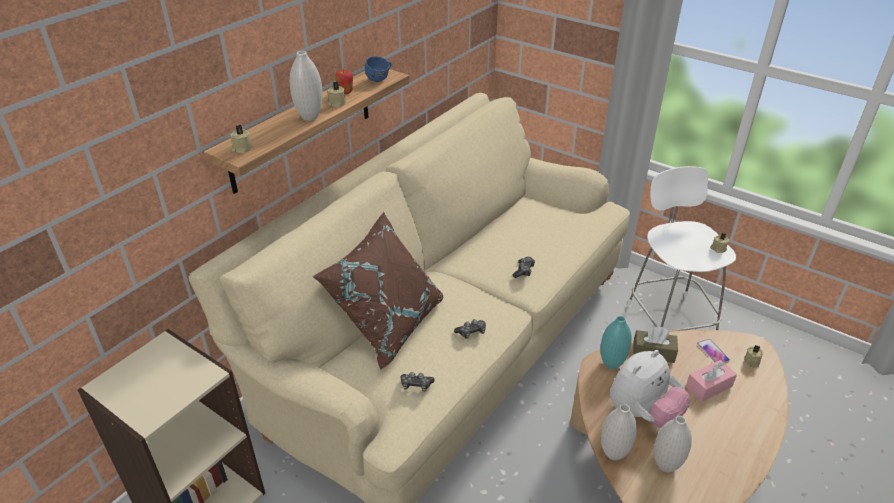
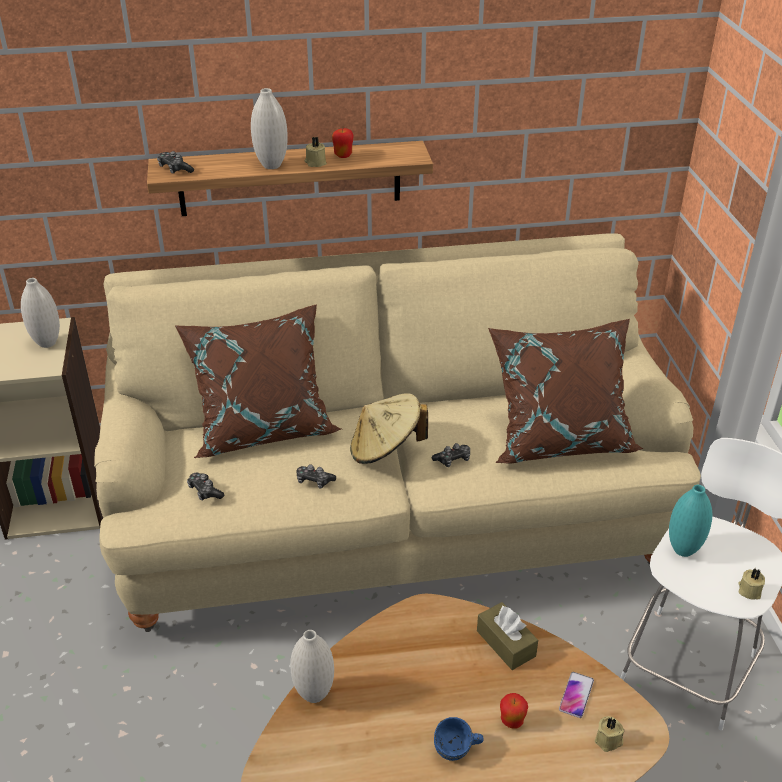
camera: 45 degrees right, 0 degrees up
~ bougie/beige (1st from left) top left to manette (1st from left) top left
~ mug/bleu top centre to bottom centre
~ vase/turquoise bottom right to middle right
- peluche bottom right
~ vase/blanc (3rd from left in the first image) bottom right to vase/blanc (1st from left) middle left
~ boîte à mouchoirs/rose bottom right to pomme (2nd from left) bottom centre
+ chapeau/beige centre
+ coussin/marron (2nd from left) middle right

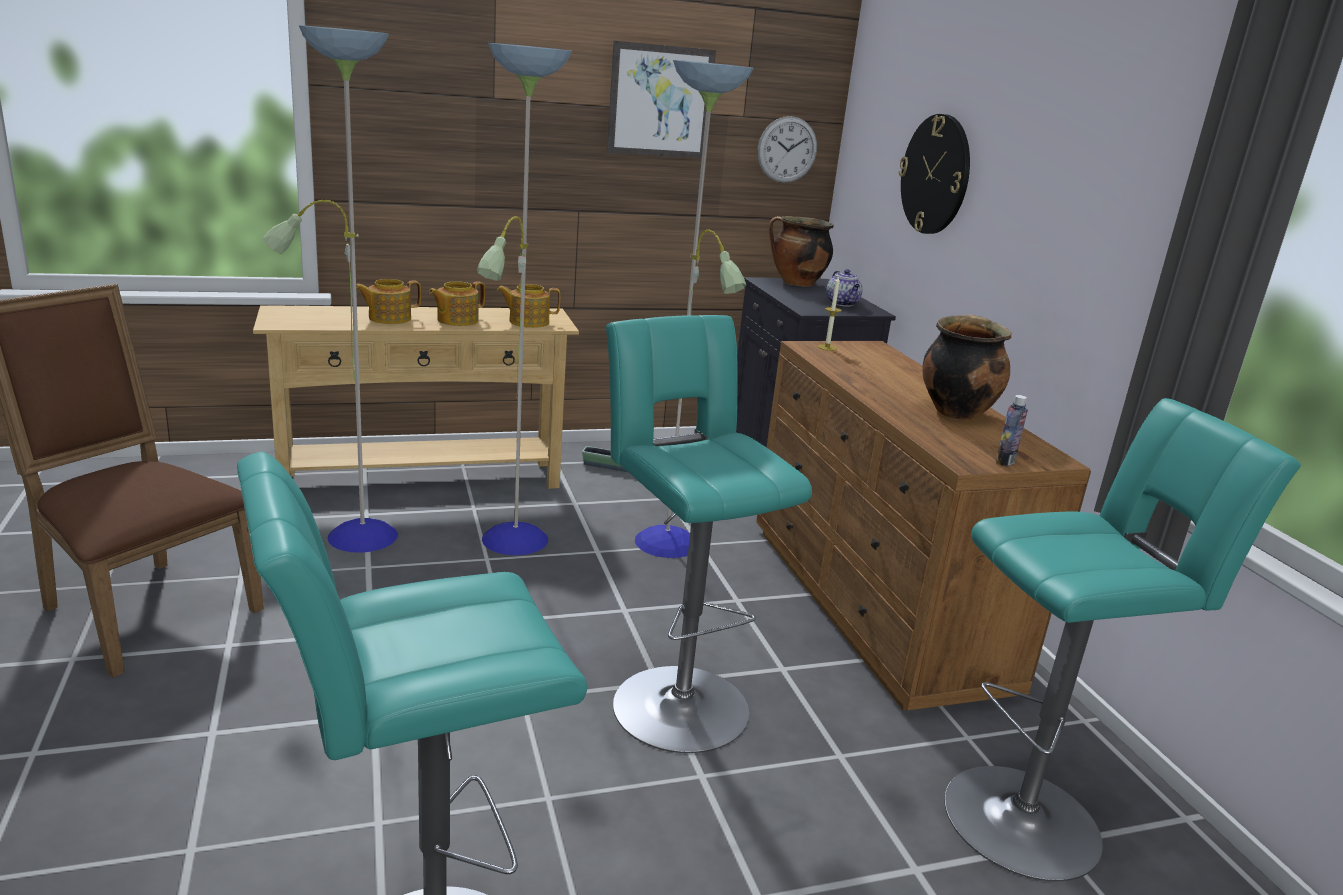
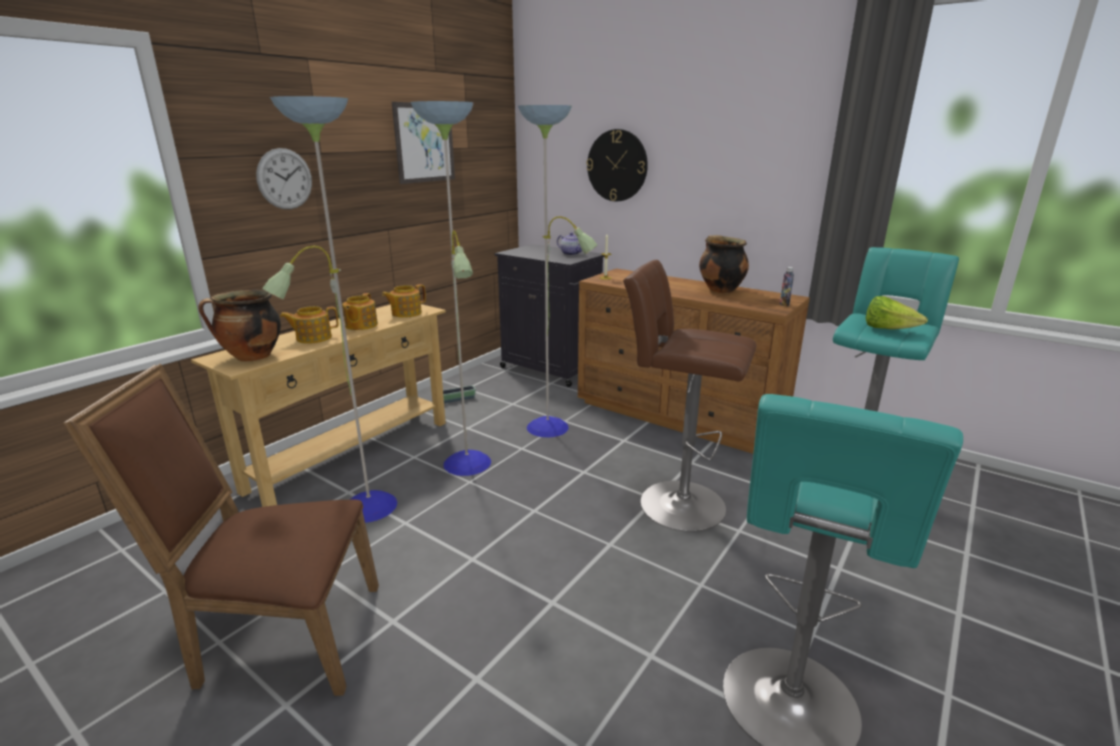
camera: 35 degrees left, 0 degrees up
~ théière (1st from left) middle left = middle left 45 degrees clockwise
~ tabouret/turquoise (2nd from left) centre to tabouret/marron centre
~ horloge murale (1st from left) top centre to top left
~ marmite (1st from left) top centre to middle left
+ laitue middle right

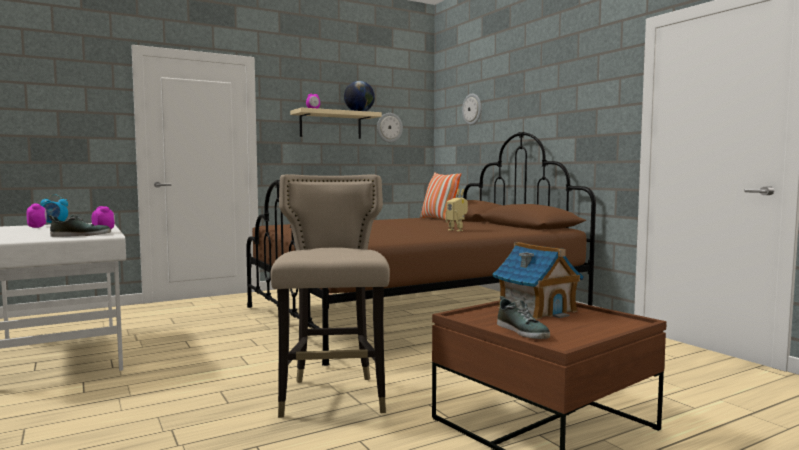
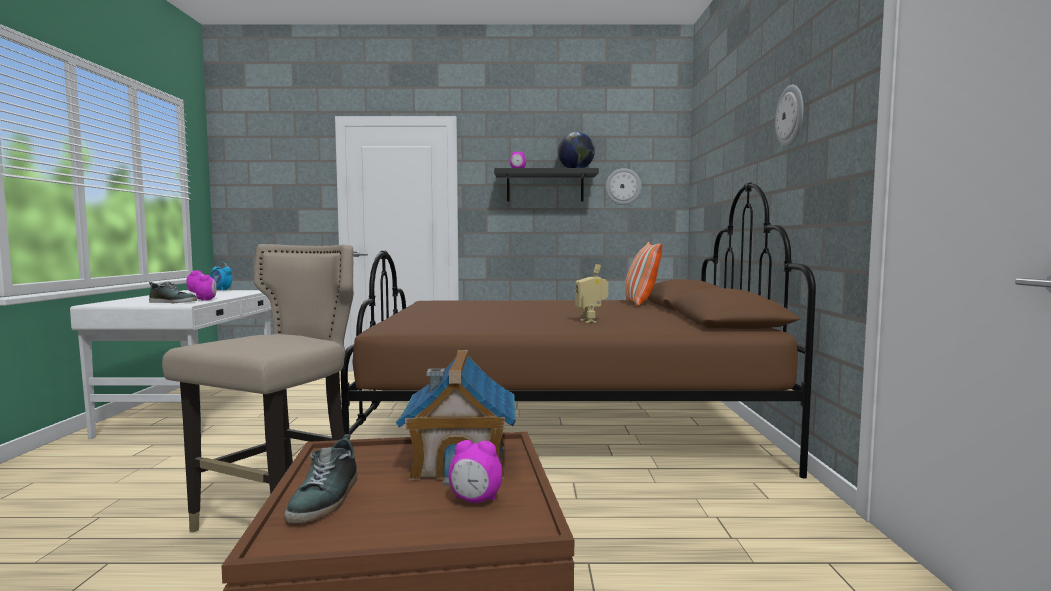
camera: 30 degrees right, 0 degrees up
~ étagère/beige top centre to étagère/noir top centre
~ horloge murale (2nd from left) top centre to top right
+ réveil (4th from left) bottom centre

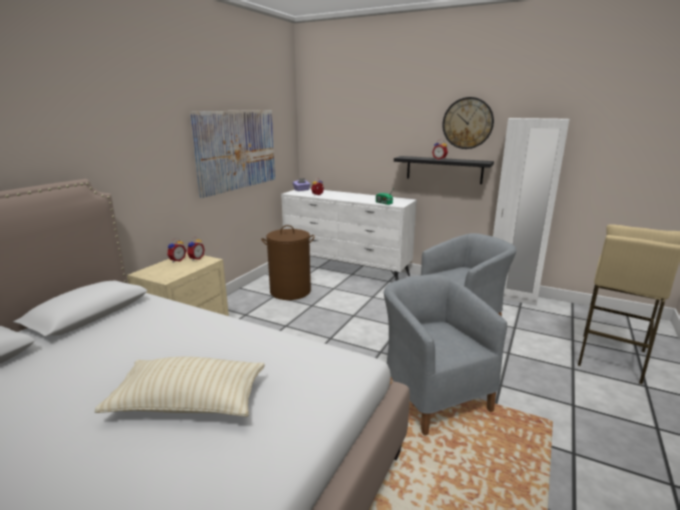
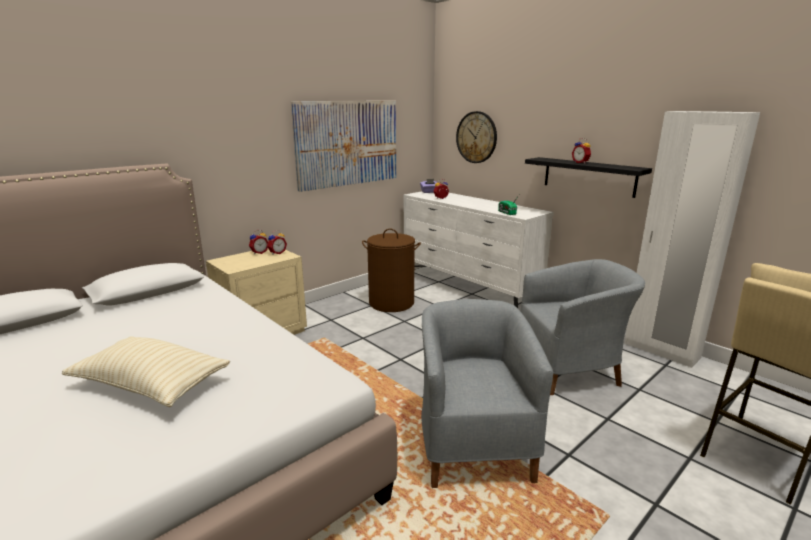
camera: 20 degrees right, 0 degrees up
~ horloge murale top right to top centre

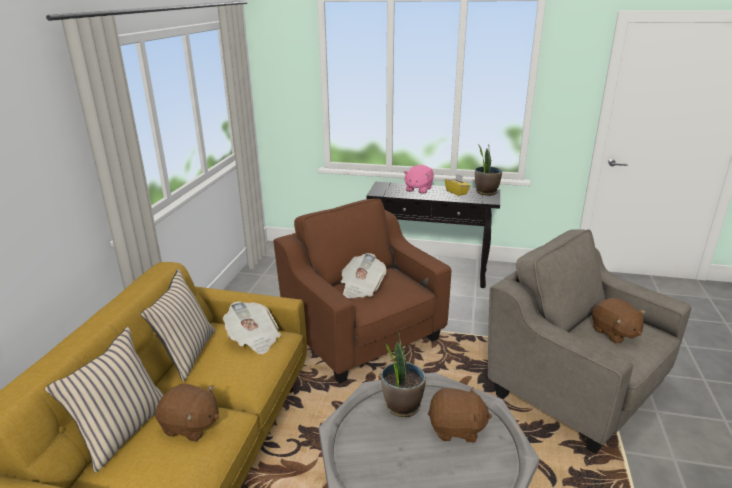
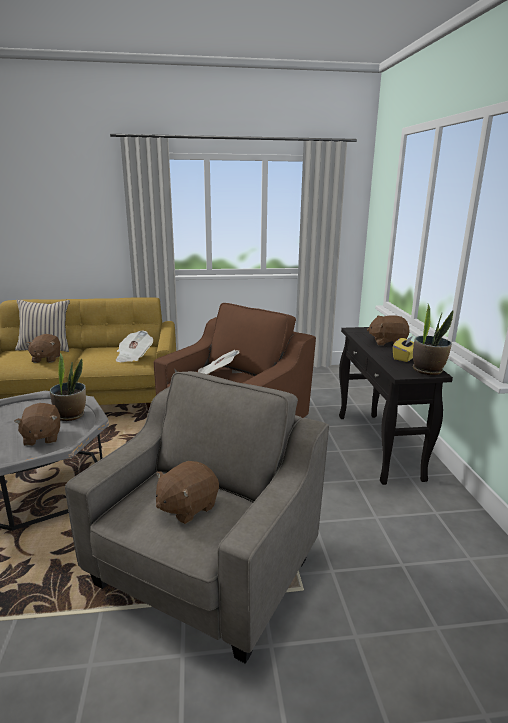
camera: 70 degrees right, 5 degrees down
- coussin/beige (2nd from left) middle left
~ peluche/rose centre to peluche/marron (4th from left) middle right

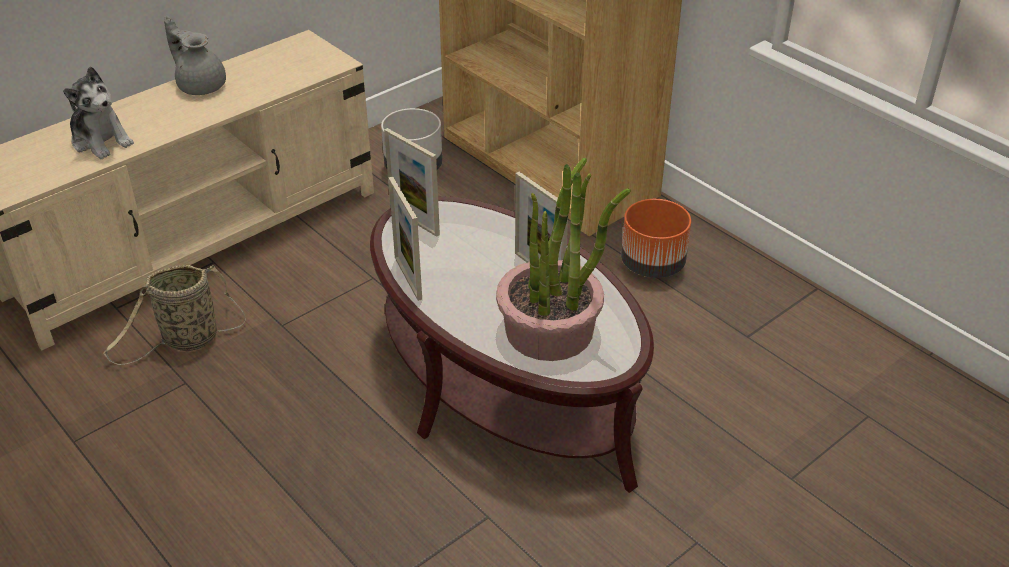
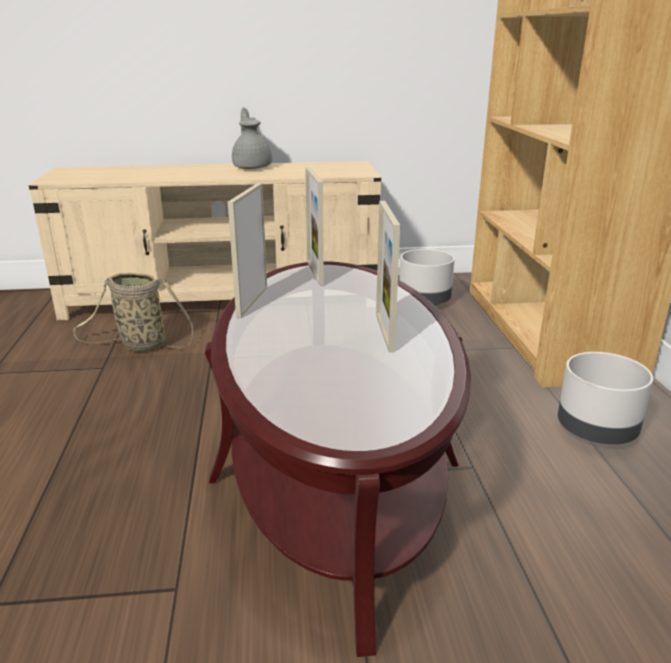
camera: 35 degrees right, 15 degrees down
- peluche top left
- plante en pot centre
~ cache-pot/orange centre to cache-pot/gris (2nd from left) middle right

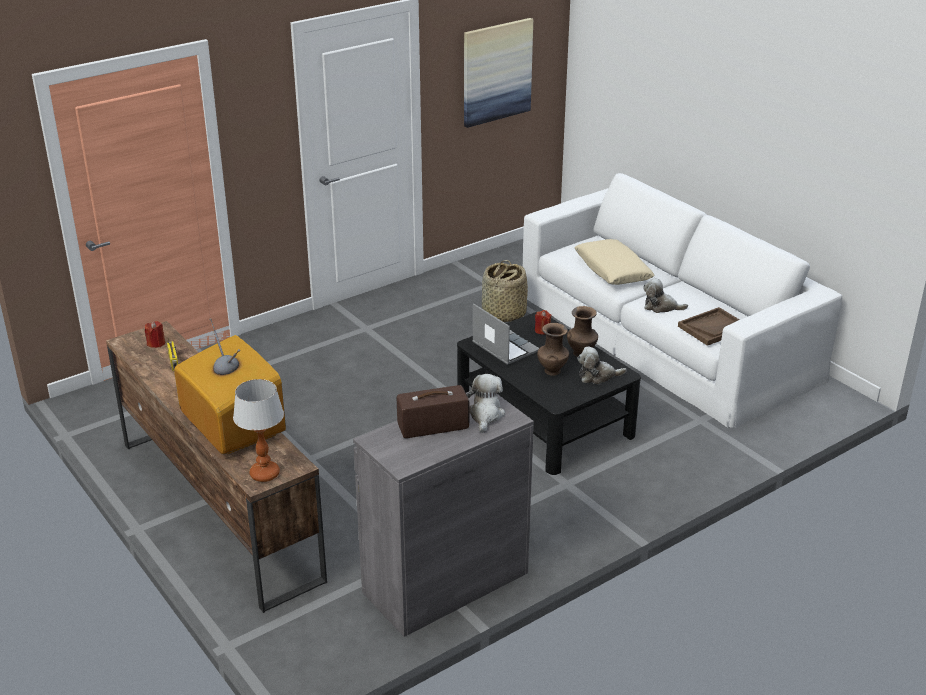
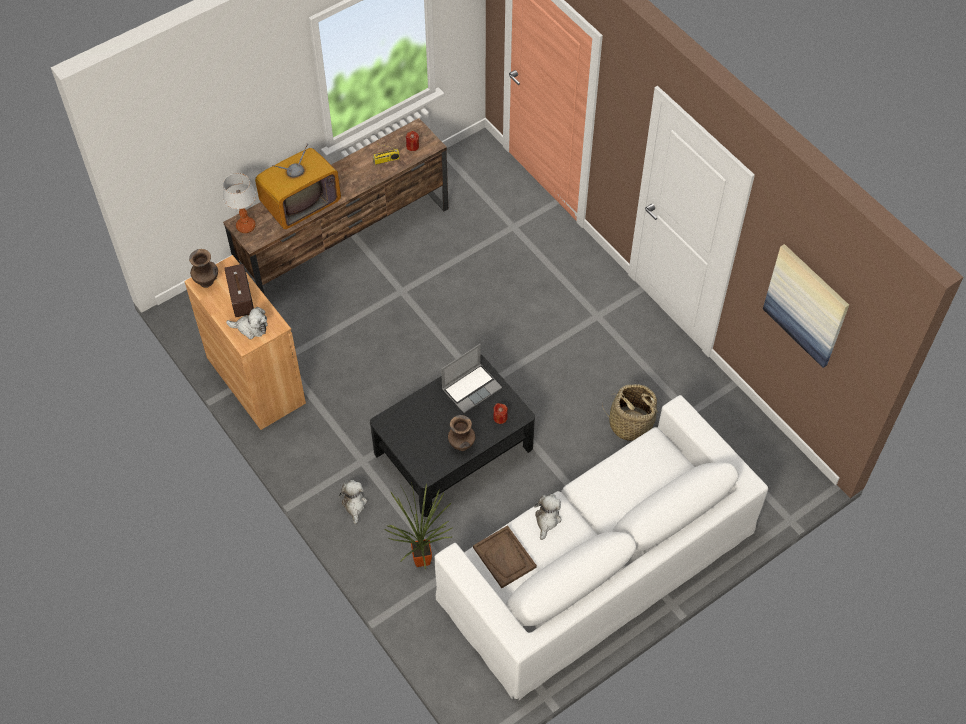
camera: 90 degrees right, 25 degrees up
~ meuble de rangement/gris bottom centre to meuble de rangement/marron middle left
~ vase/marron (1st from left) centre to middle left
- coussin/beige centre
~ peluche (2nd from left) centre to bottom centre
+ plante en pot bottom centre

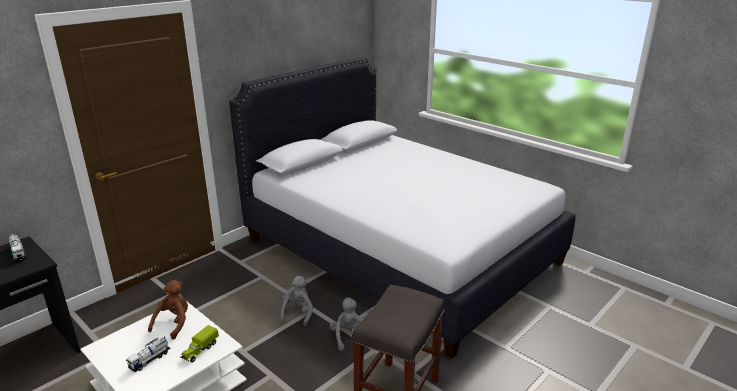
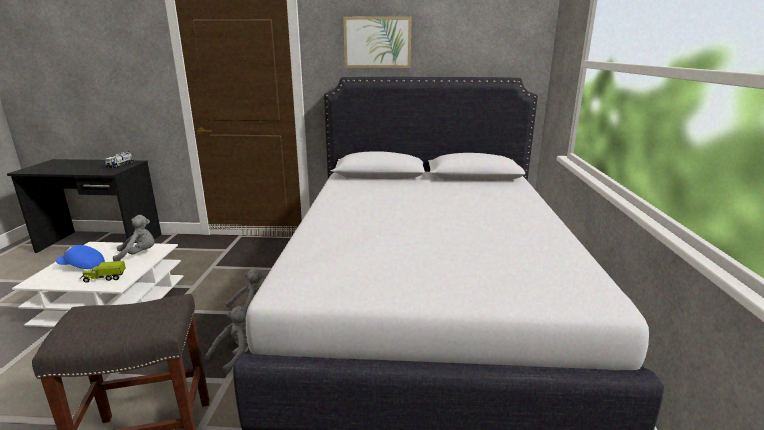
camera: 50 degrees right, 5 degrees down
~ camion jouet (2nd from left) bottom left to casquette/bleu middle left
~ peluche/marron bottom left to peluche/gris (1st from left) middle left
+ tableau top centre

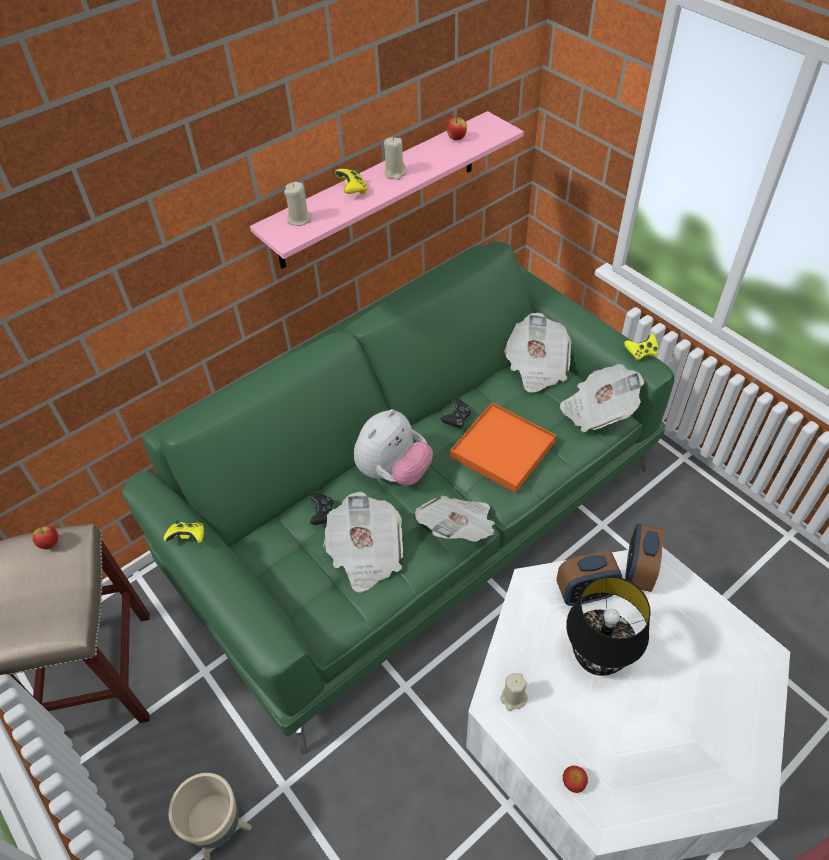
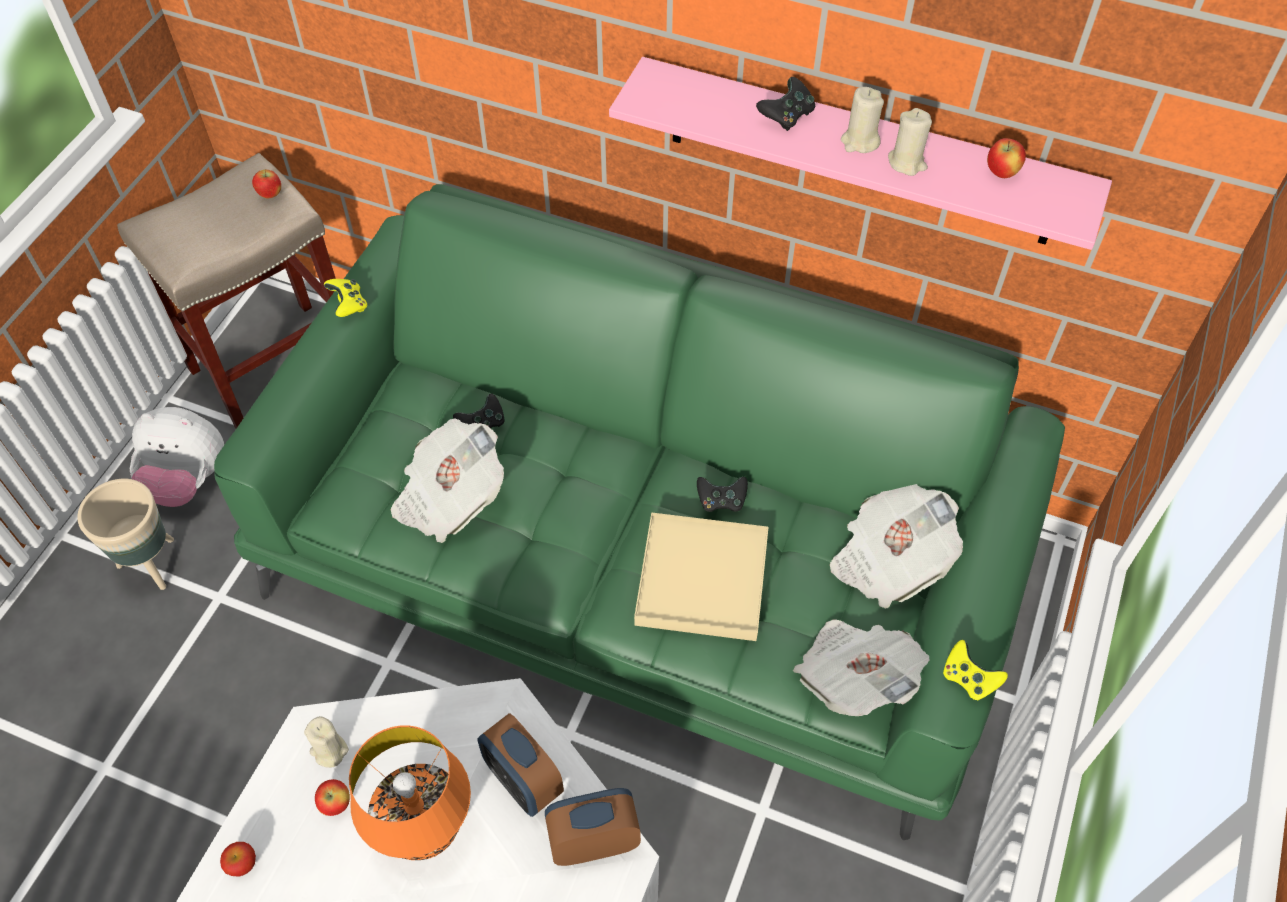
camera: 60 degrees right, 5 degrees up
~ bougie/beige (1st from left in the first image) top centre to bougie/beige (3rd from left) top right
~ manette/jaune (2nd from left) top centre to manette/noir (3rd from left) top centre
~ peluche centre to middle left
- journal (2nd from left) centre
~ plateau/orange centre to plateau/beige centre
~ lampe de table/noir bottom right to lampe de table/orange bottom left
+ pomme (3rd from left) bottom left

